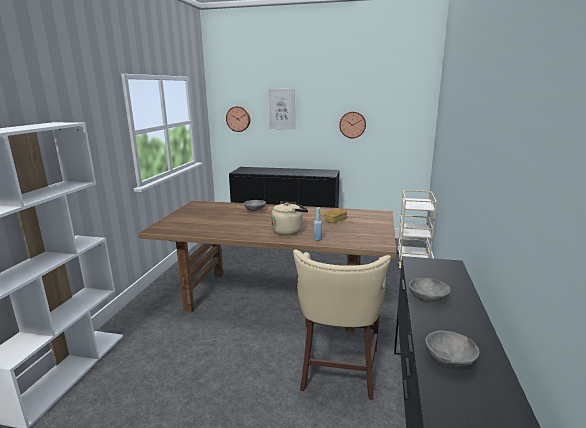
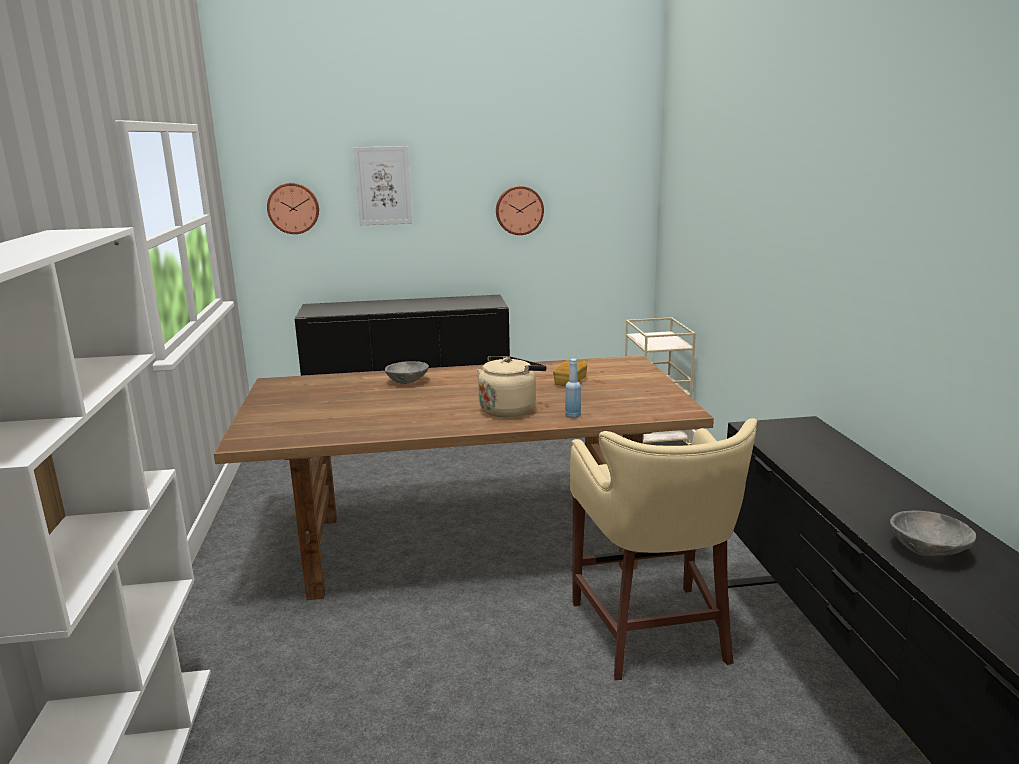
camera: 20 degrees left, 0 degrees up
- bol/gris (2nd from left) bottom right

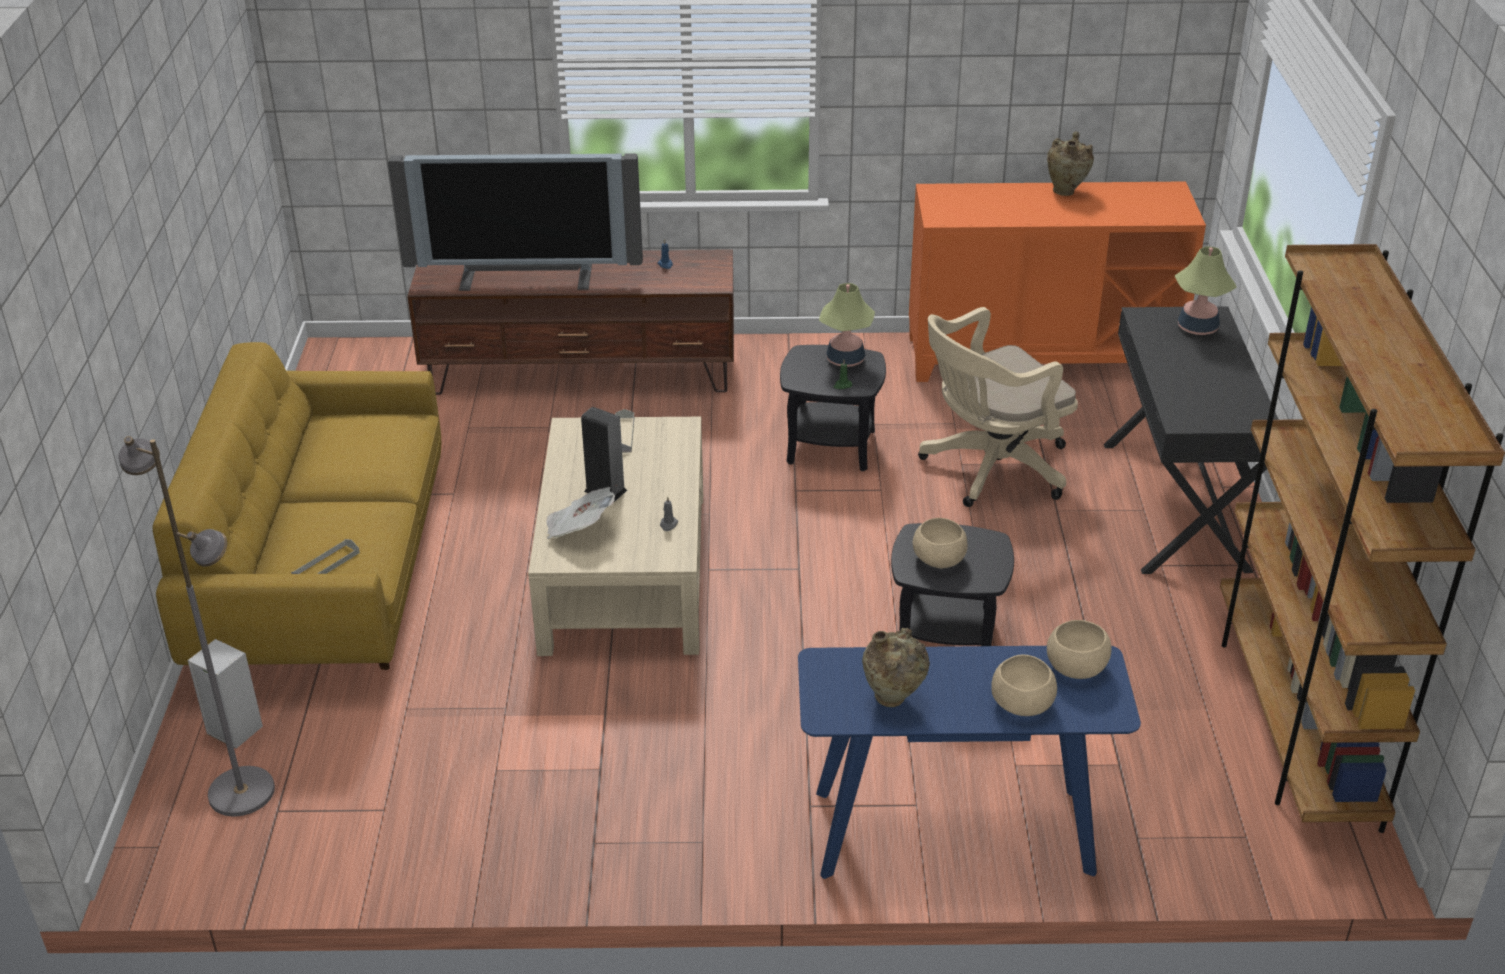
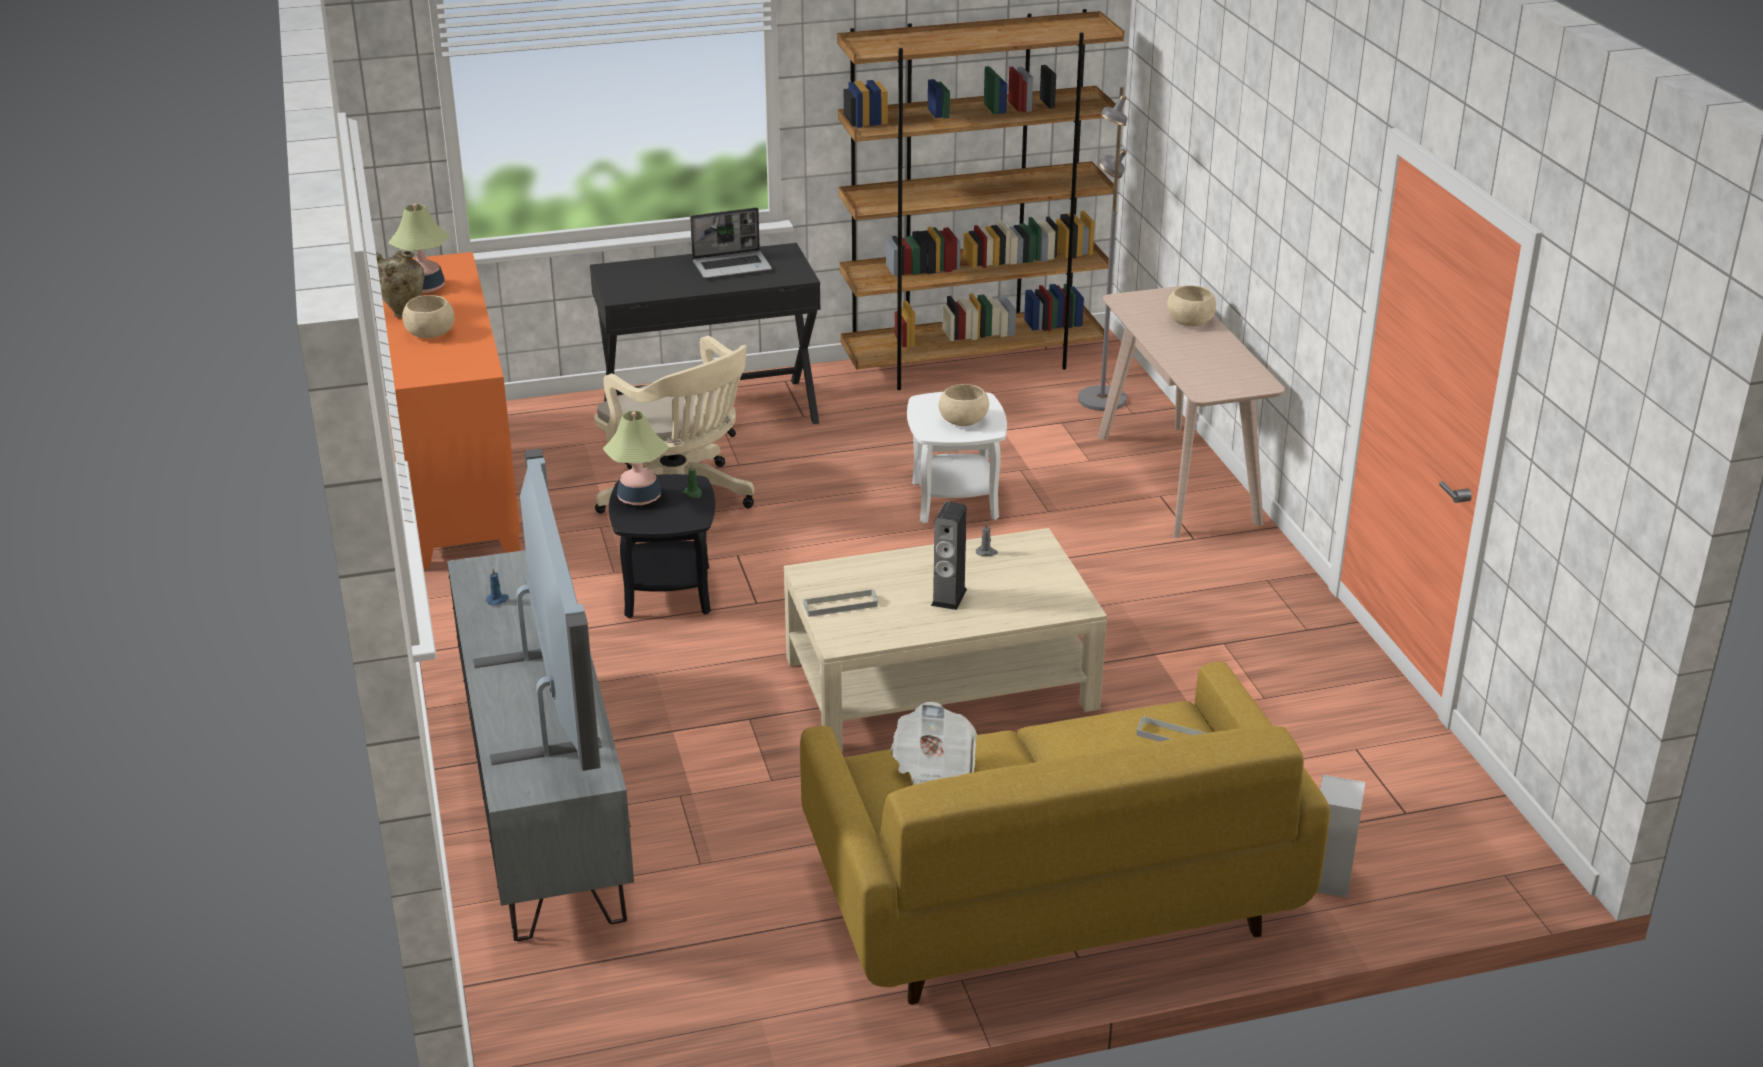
camera: 105 degrees left, 5 degrees down
~ lampadaire/gris middle left to top centre
~ meuble télé/marron top centre to meuble télé/gris bottom left
~ journal centre to bottom centre
~ table console/bleu bottom centre to table console/beige middle right
- vase/beige (1st from left) bottom centre
~ table d'appoint/noir (2nd from left) centre to table d'appoint/blanc centre
~ bol/beige (3rd from left in the first image) middle right to bol/beige (1st from left) top left
~ lampe de table (2nd from left in the first image) top right to lampe de table (1st from left) top left
+ ordinateur portable top centre

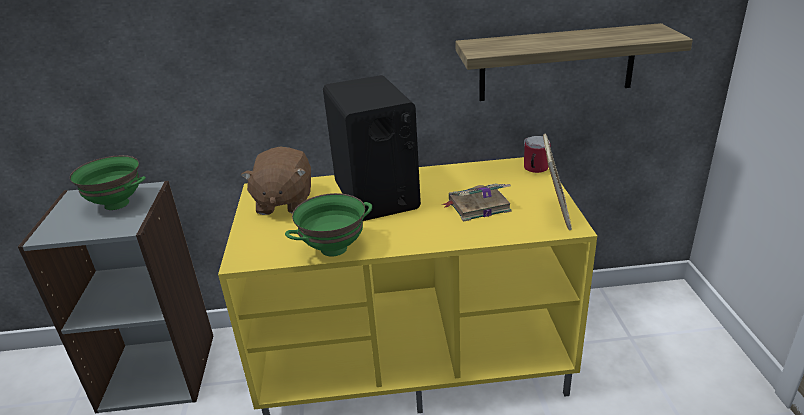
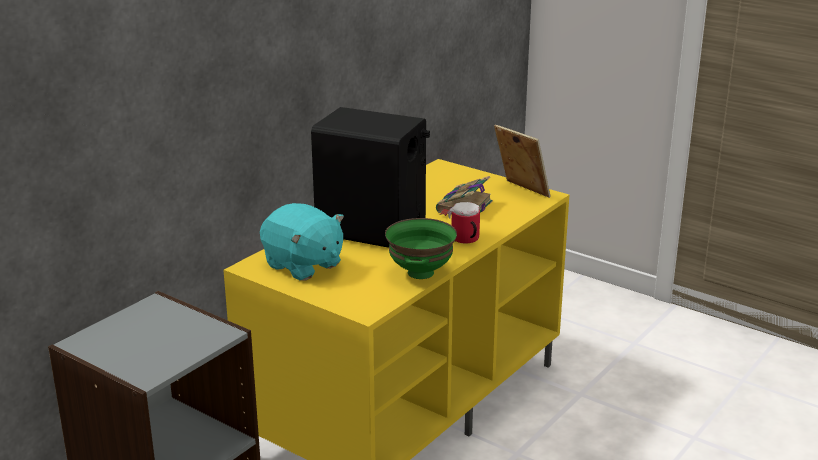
camera: 50 degrees left, 5 degrees down
- bol/vert (1st from left) middle left
~ peluche/marron centre to peluche/turquoise centre
- étagère top right
~ mug middle right to centre

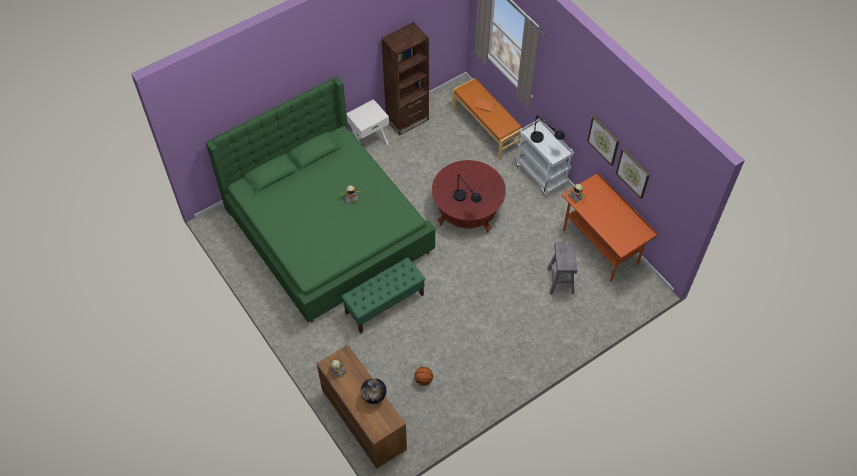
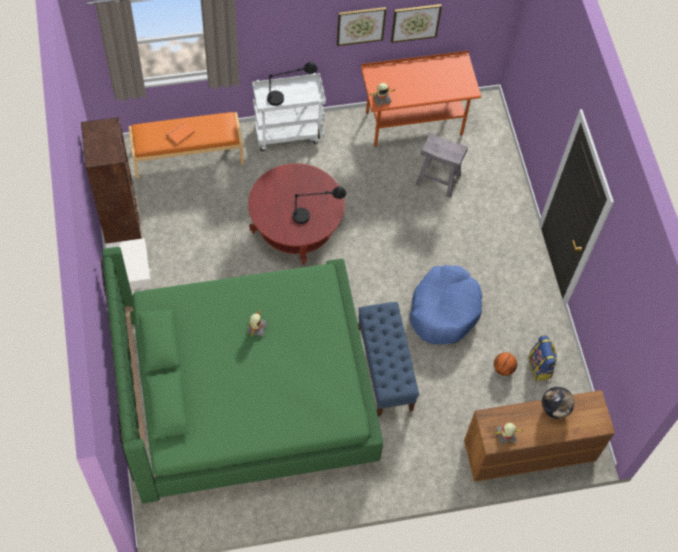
camera: 70 degrees left, 5 degrees up
~ banc/vert centre to banc/bleu centre
+ panier pour chien/bleu centre
+ sac à dos middle right

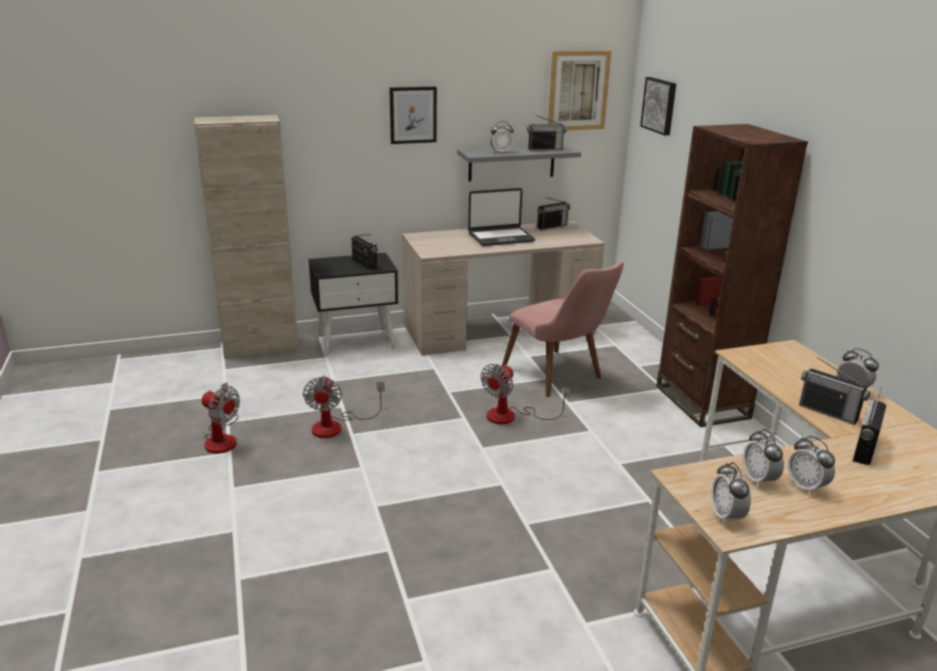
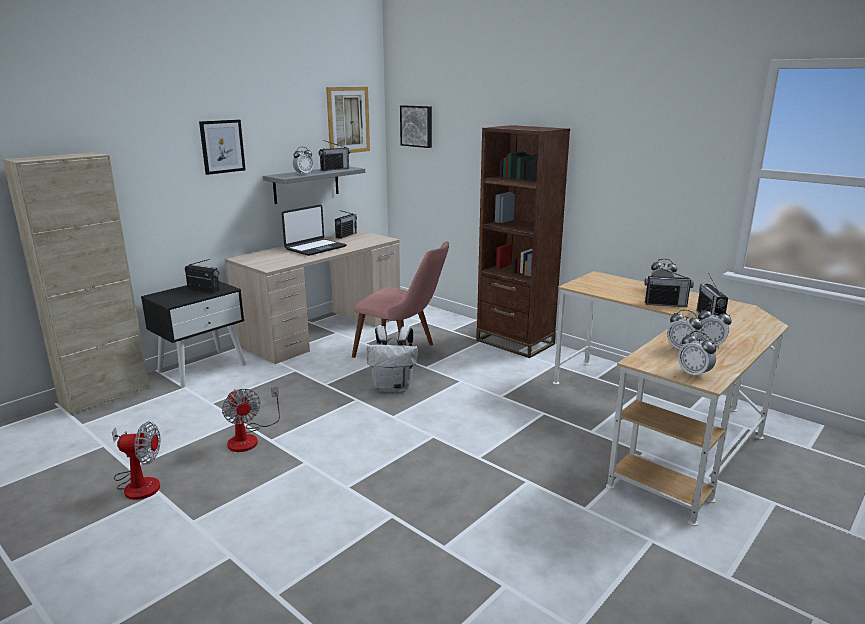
camera: 30 degrees left, 5 degrees down
~ ventilateur (3rd from left) centre to sac à dos/blanc centre

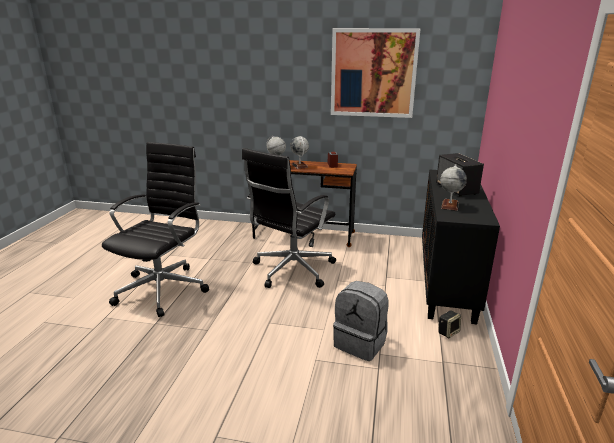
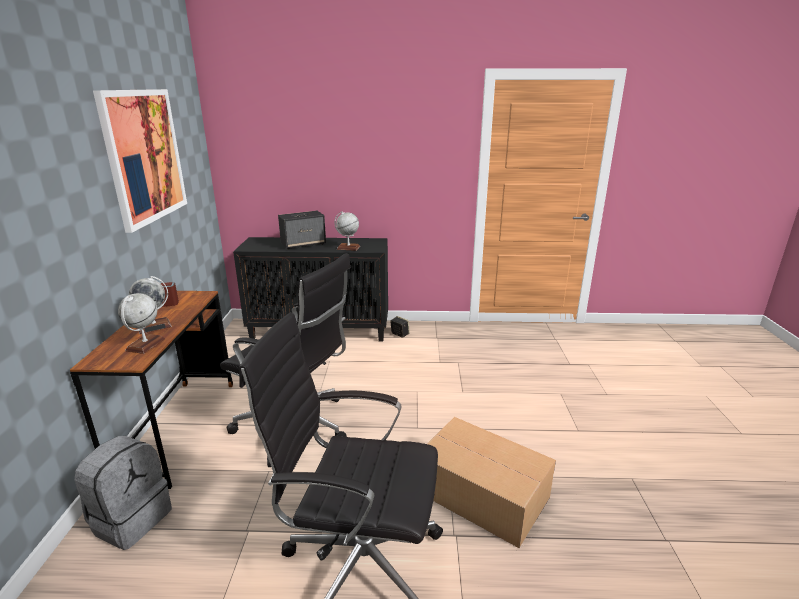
camera: 100 degrees left, 0 degrees up
~ sac à dos/gris bottom centre to bottom left
+ carton bottom centre

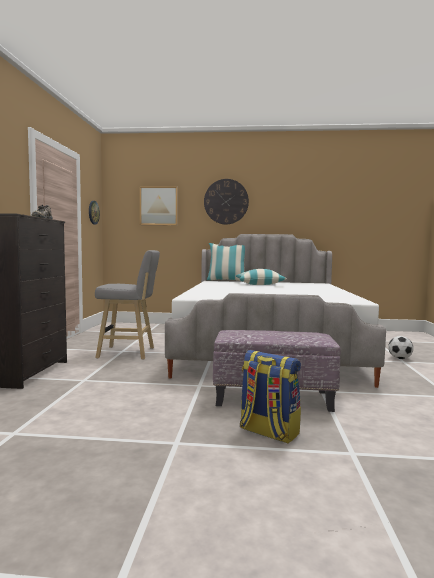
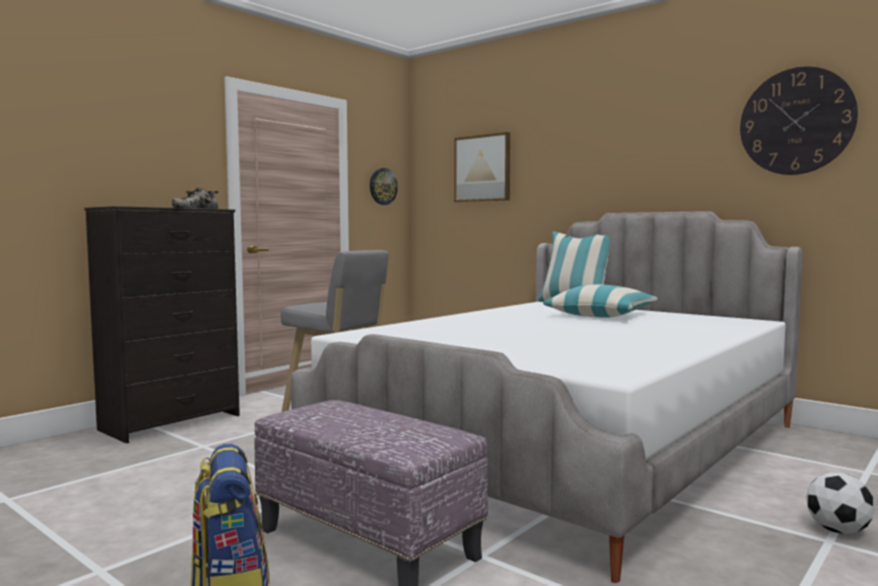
camera: 35 degrees right, 0 degrees up
~ horloge murale (2nd from left) centre to top right

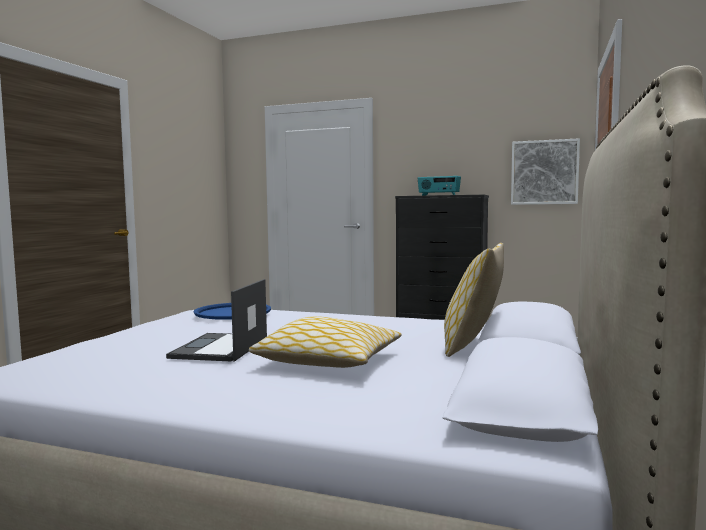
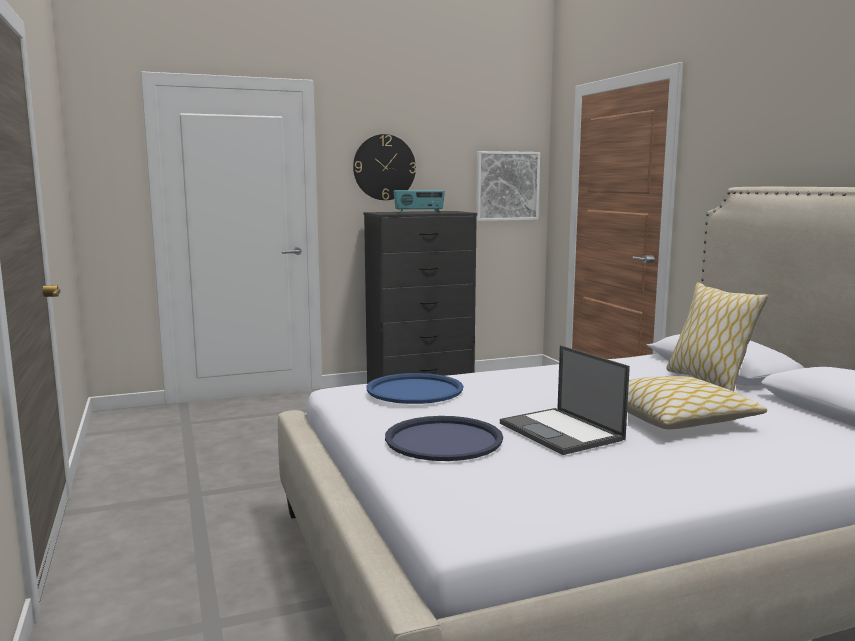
camera: 40 degrees left, 5 degrees up
+ horloge murale top centre
+ plateau/bleu (2nd from left) bottom centre

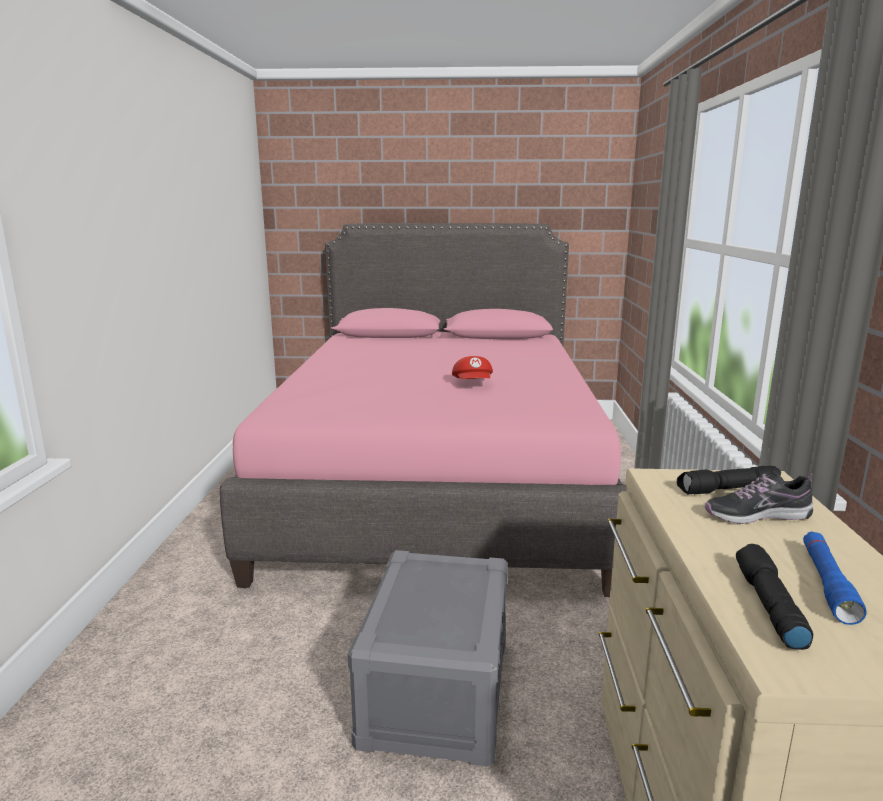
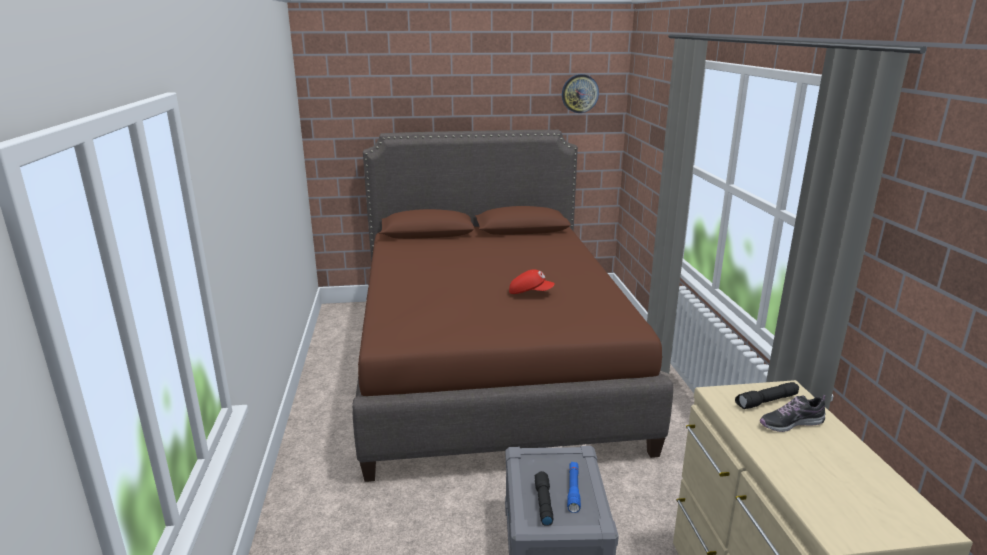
camera: 10 degrees left, 5 degrees up
~ lit/rose centre to lit/marron centre
~ casquette/rouge centre = centre 60 degrees counterclockwise
~ lampe de poche/noir (2nd from left in the first image) bottom right to lampe de poche/noir (1st from left) bottom centre
~ lampe de poche/bleu bottom right to bottom centre
+ horloge murale top centre

